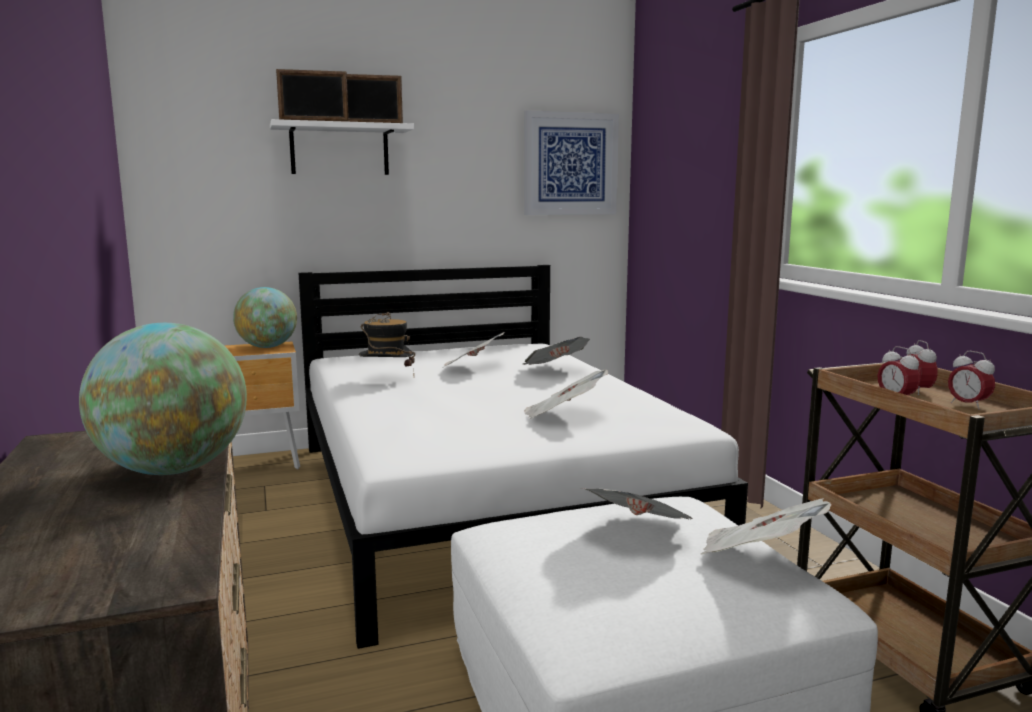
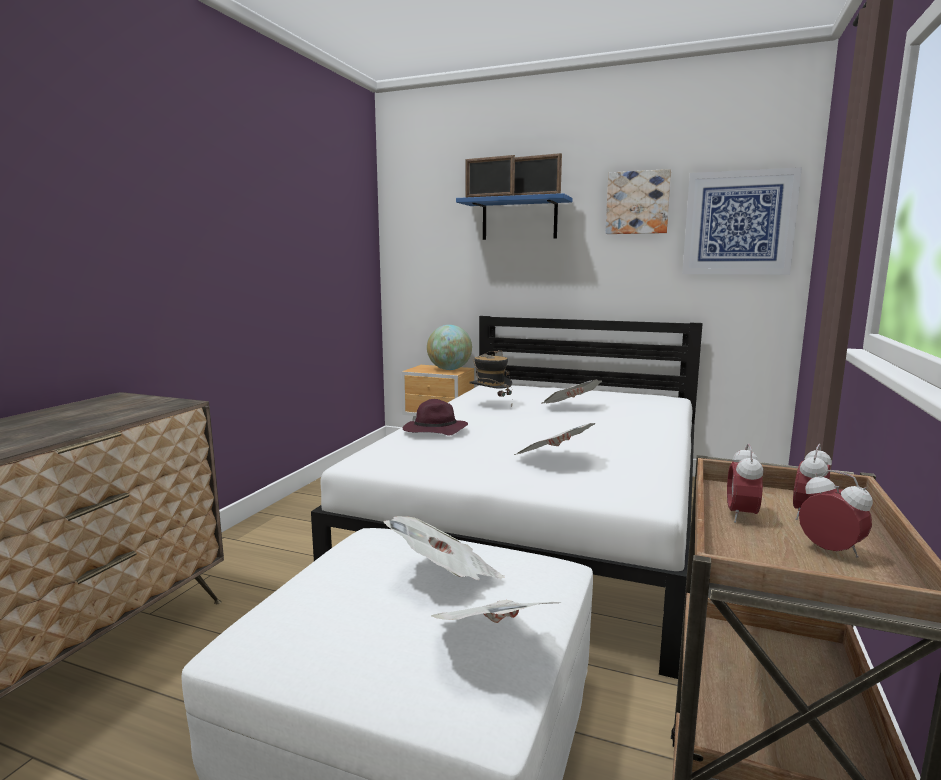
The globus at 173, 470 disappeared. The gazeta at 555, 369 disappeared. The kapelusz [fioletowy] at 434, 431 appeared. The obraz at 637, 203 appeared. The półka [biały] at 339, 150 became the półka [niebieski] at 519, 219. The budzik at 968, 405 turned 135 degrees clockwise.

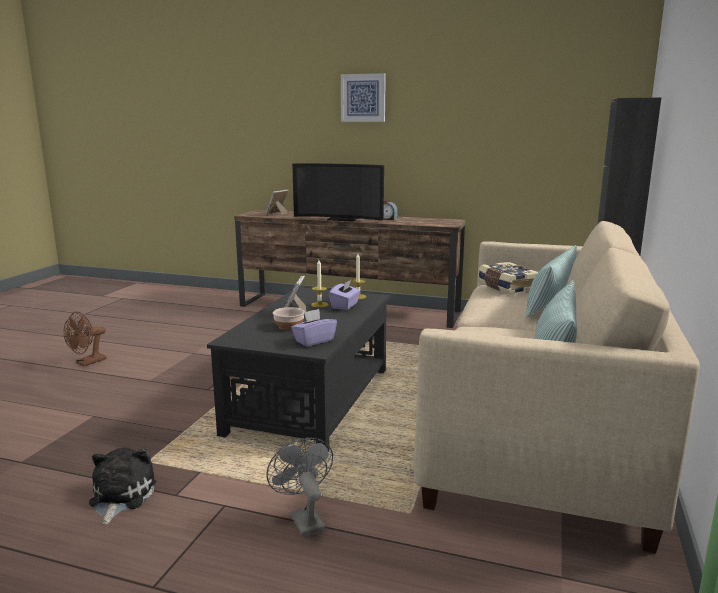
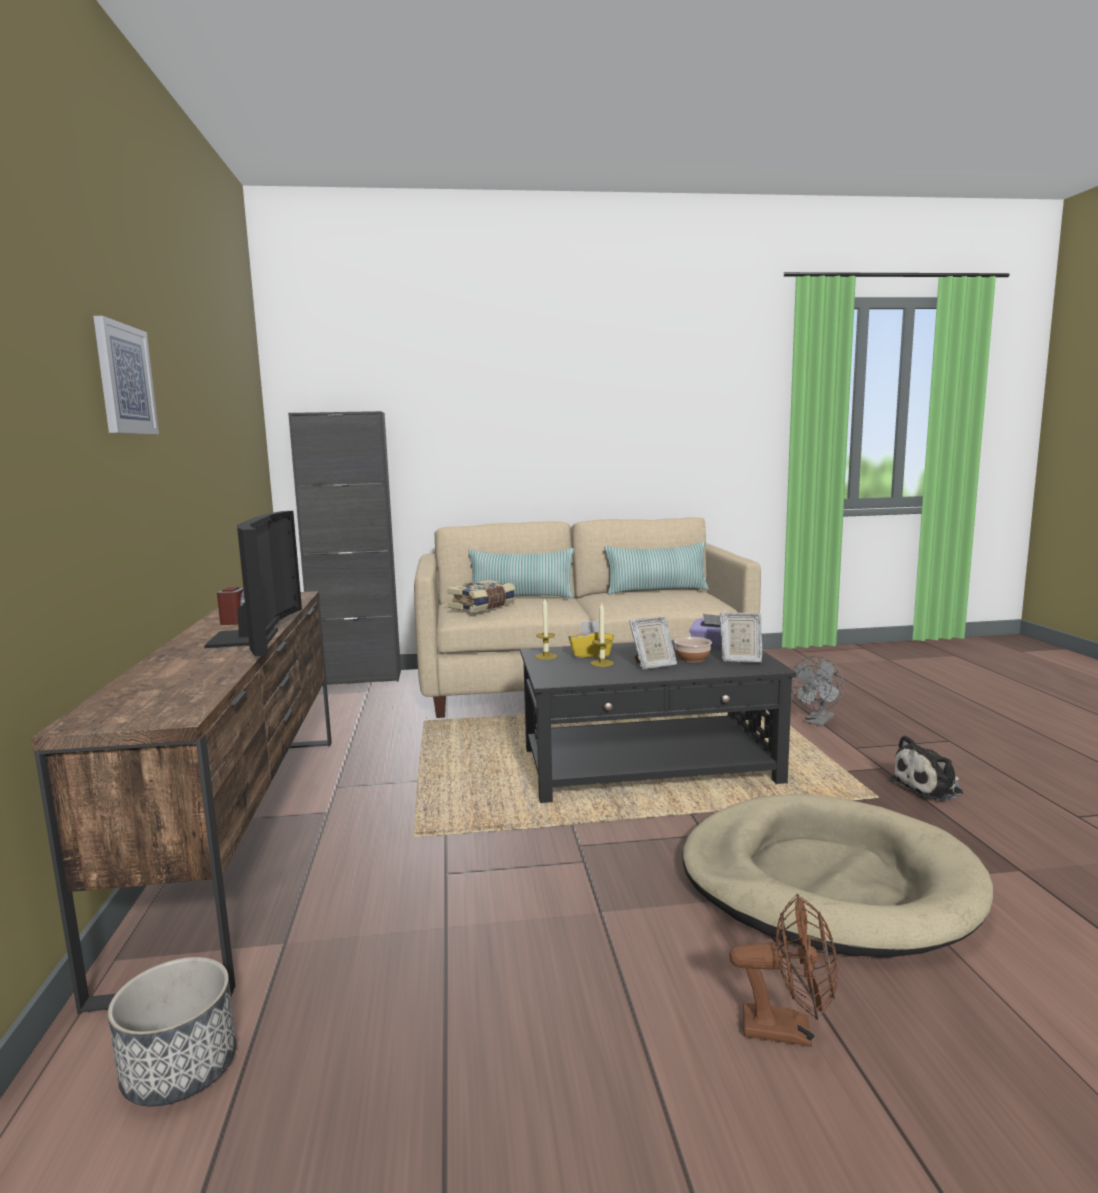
The donica at 181, 1068 appeared. The legowisko [beżowy] at 827, 882 appeared. The ramka na zdjęcie moved from 277, 214 to 740, 660. The pudełko chusteczek [fioletowy] at 345, 306 became the pudełko chusteczek [żółty] at 590, 654.

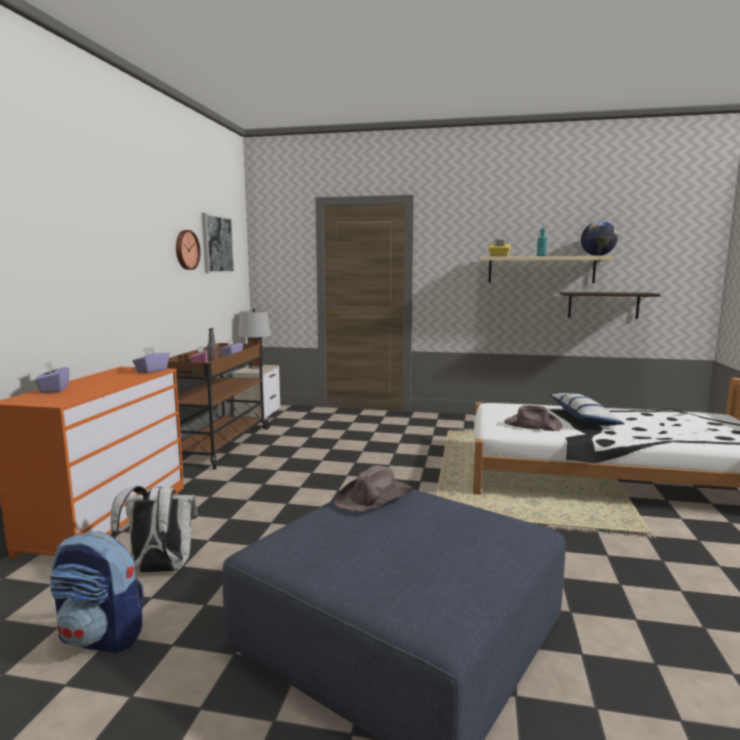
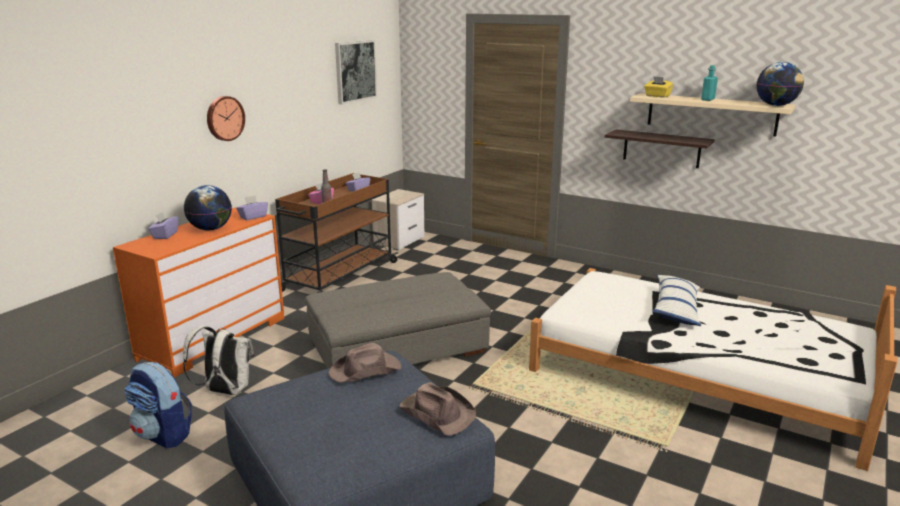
The lampa stołowa [szary] at 255, 367 disappeared. The globus at 211, 229 appeared. The pufa [szary] at 397, 347 appeared. The zegar ścienny moved from 186, 250 to 224, 118. The kapelusz [brązowy] moved from 532, 425 to 437, 412. The półka moved from 603, 305 to 661, 148.

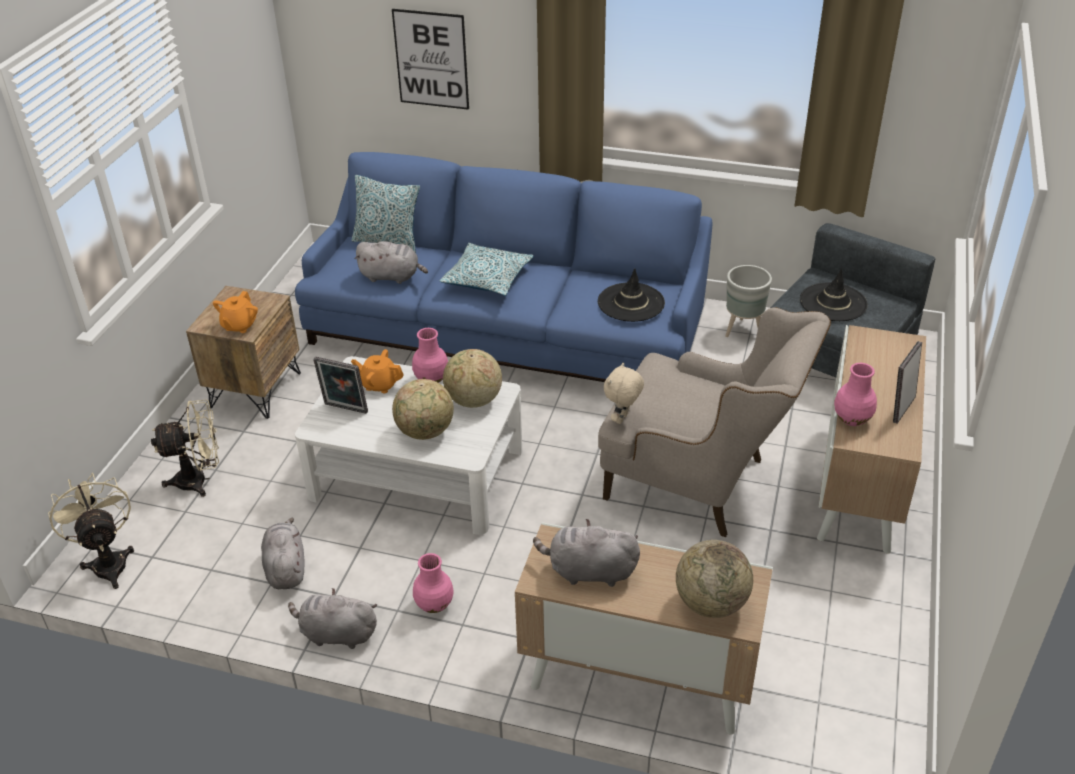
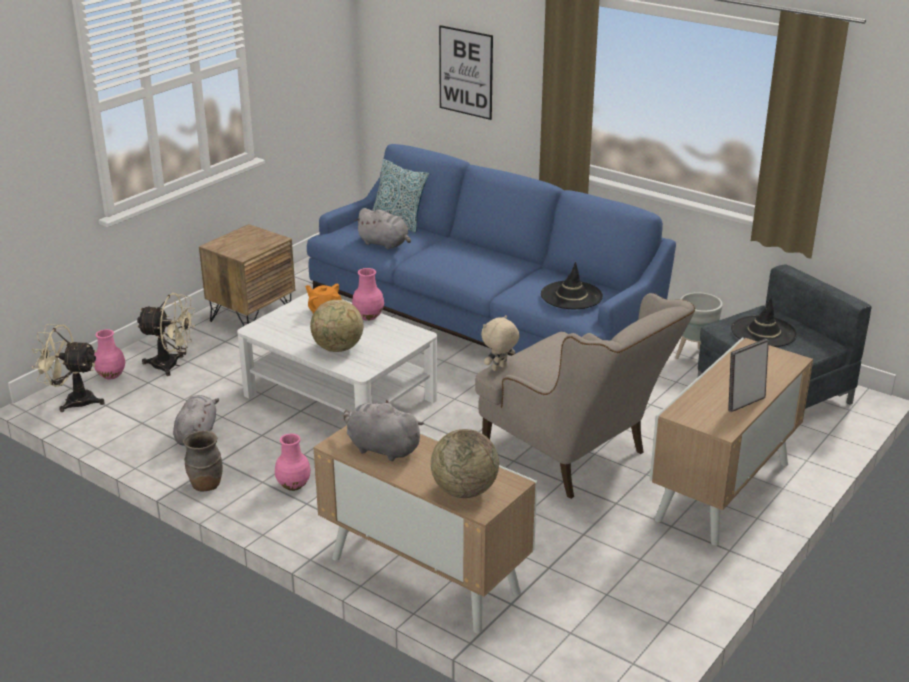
The imbryk [pomarańczowy] at 239, 325 disappeared. The ramka na zdjęcie at 344, 409 disappeared. The poduszka at 487, 278 disappeared. The globus at 473, 401 disappeared. The wazon [różowy] moved from 852, 419 to 111, 375. The pluszak [szary] at 336, 634 was replaced by the wazon [brązowy] at 205, 485. The wentylator [beżowy] at 108, 561 turned 75 degrees counterclockwise.

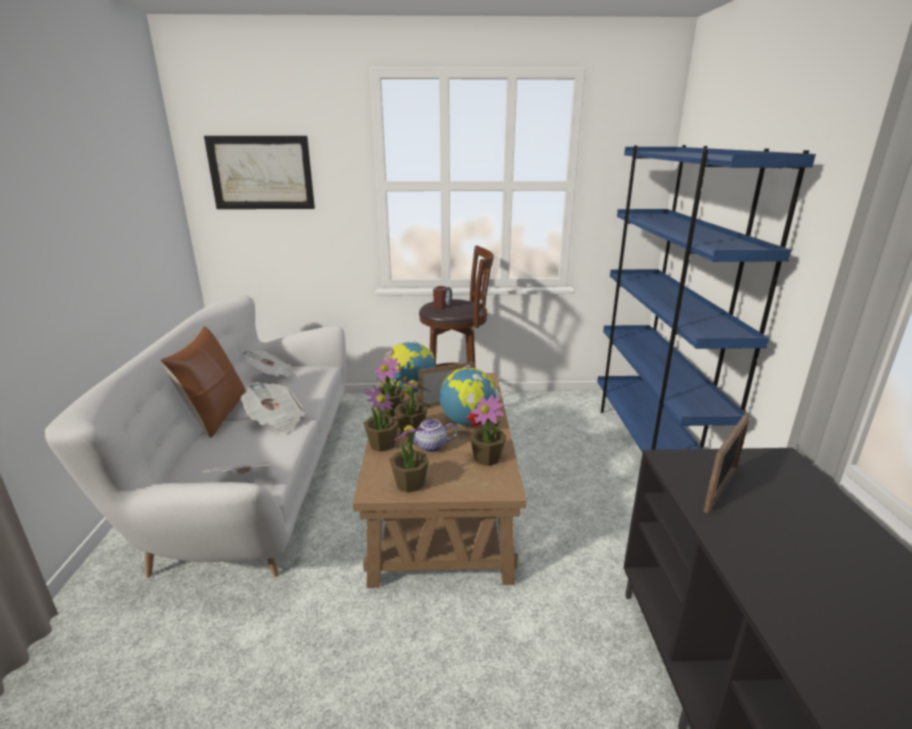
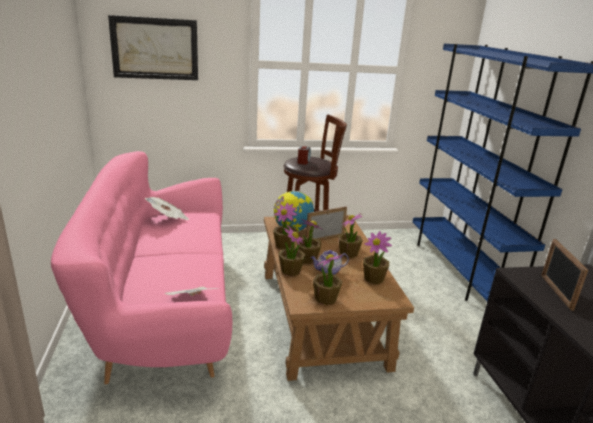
The poduszka [brązowy] at 216, 415 disappeared. The gazeta at 275, 420 disappeared. The globus at 468, 423 was replaced by the roślina doniczkowa at 348, 254. The kanapa [biały] at 253, 482 became the kanapa [różowy] at 163, 306. The ramka na zdjęcie at 720, 489 turned 150 degrees clockwise.

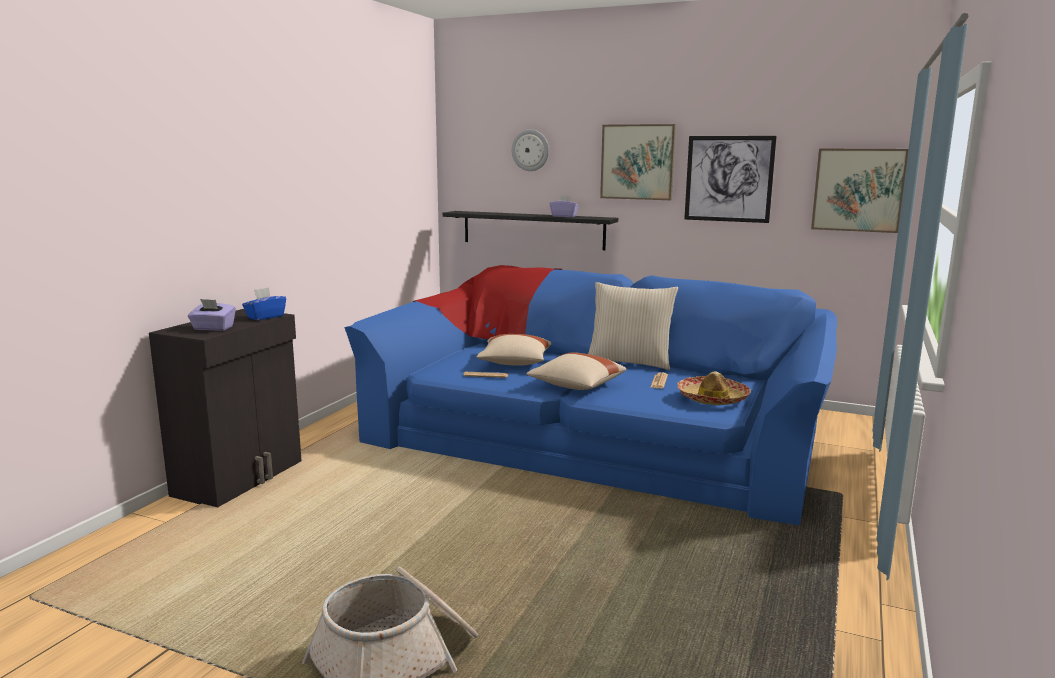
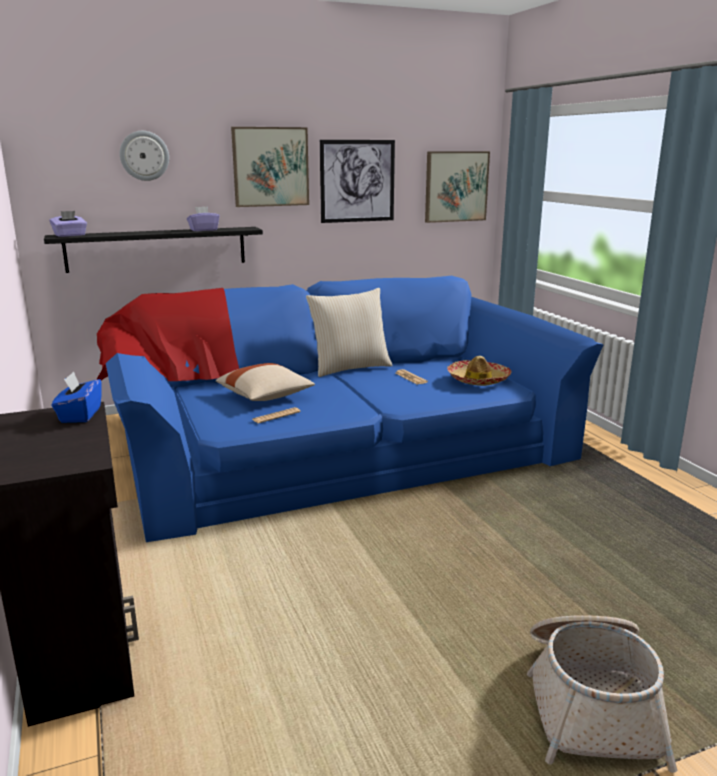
The poduszka [beżowy] at 576, 386 disappeared. The pudełko chusteczek [fioletowy] moved from 213, 328 to 70, 235.

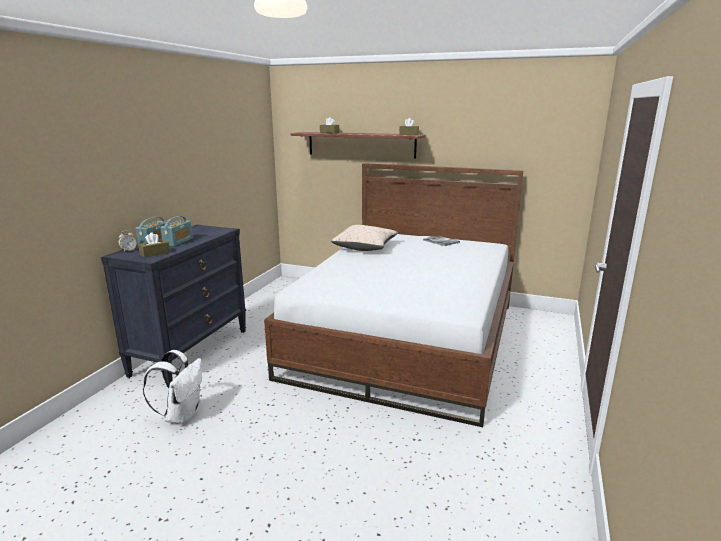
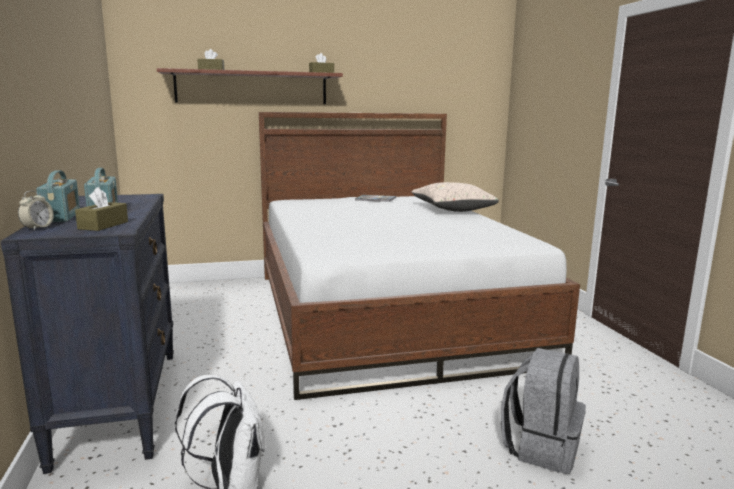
The plecak [szary] at 541, 447 appeared. The poduszka [beżowy] moved from 365, 247 to 452, 209.

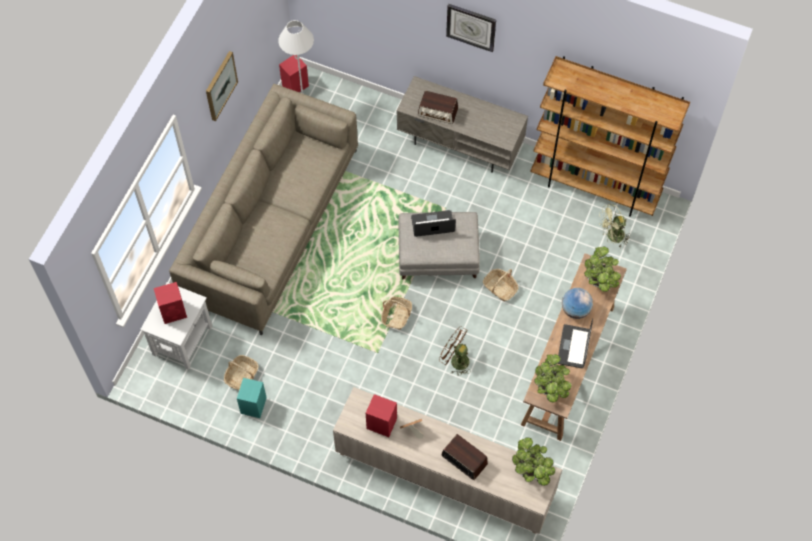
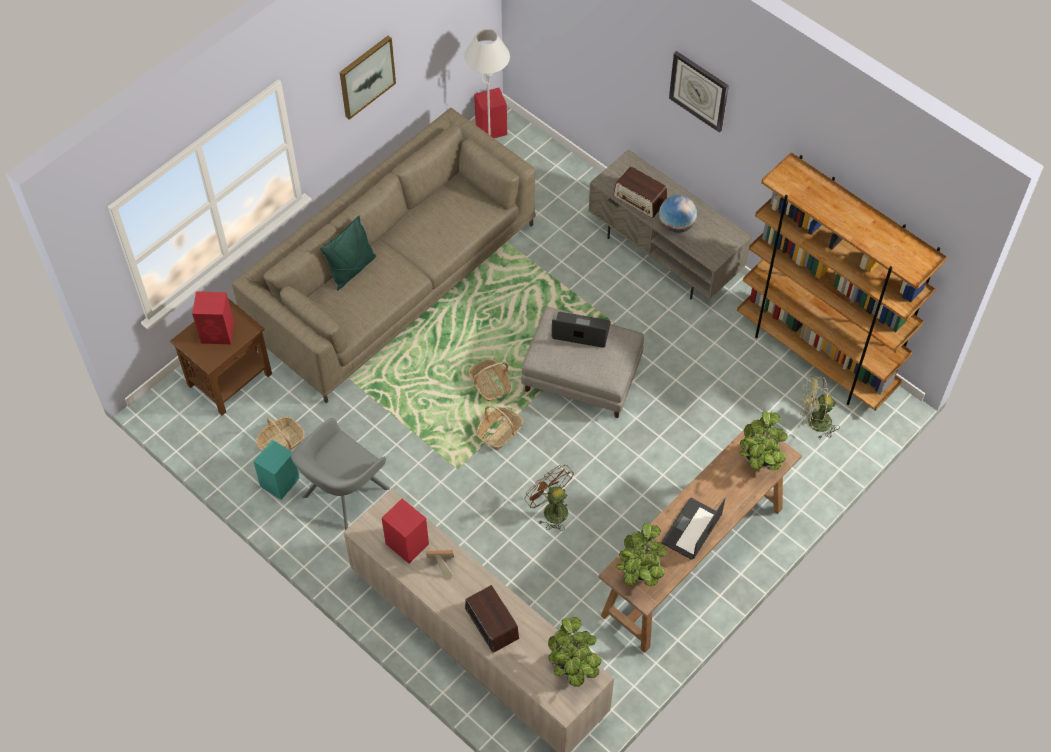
The fotel [szary] at 343, 495 appeared. The poduszka [zielony] at 352, 269 appeared. The koszyk moved from 500, 288 to 490, 385. The globus moved from 575, 309 to 676, 225. The stolik [biały] at 183, 340 became the stolik [brązowy] at 230, 379.

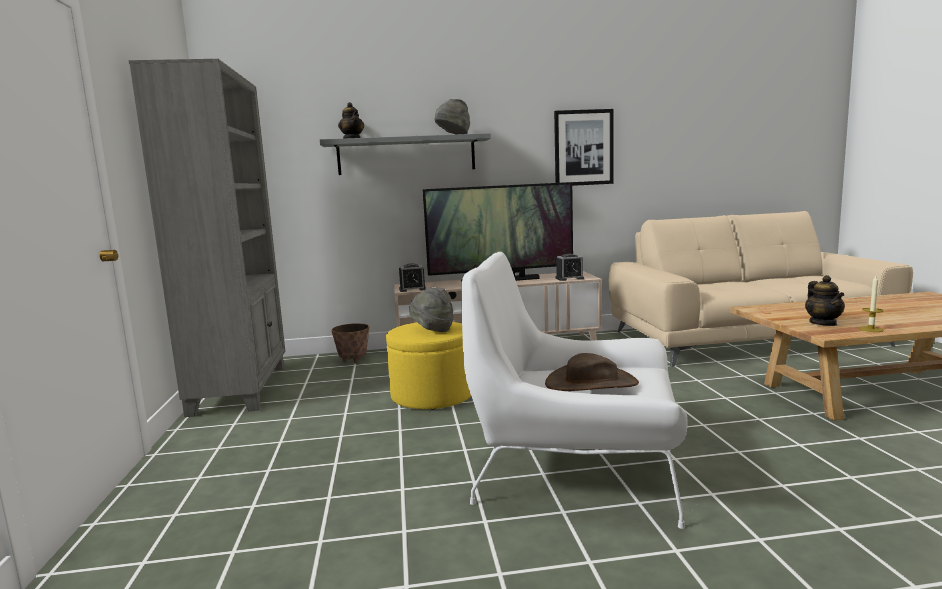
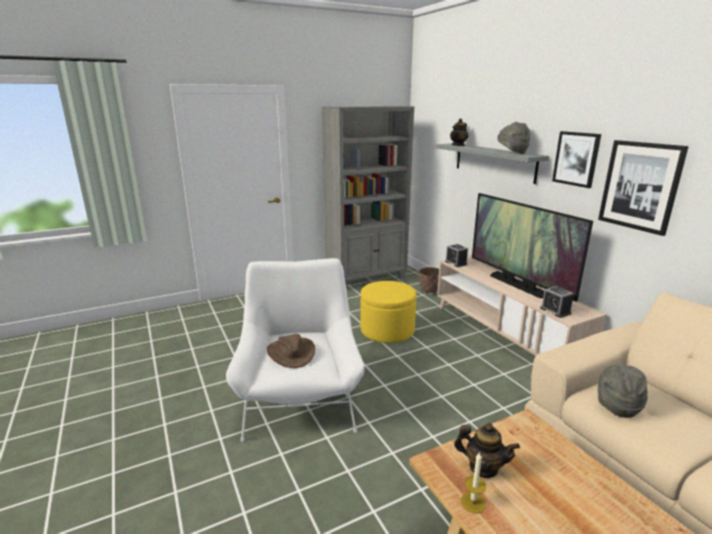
The obraz at 576, 159 appeared. The kapelusz [szary] moved from 432, 330 to 617, 406. The imbryk at 823, 323 turned 135 degrees counterclockwise.

